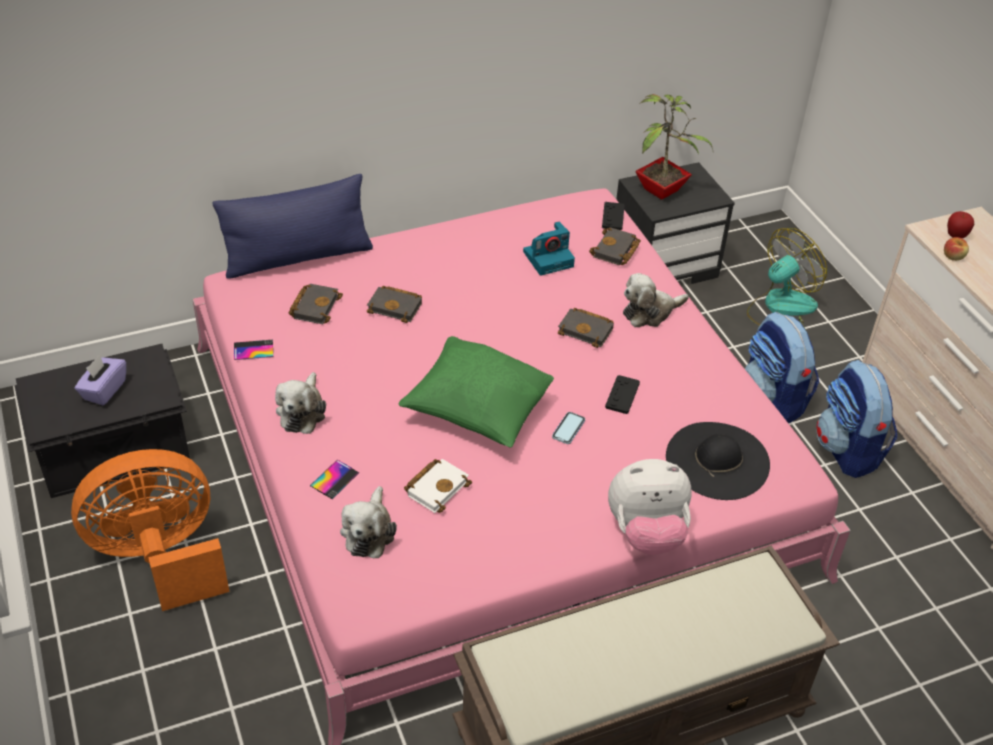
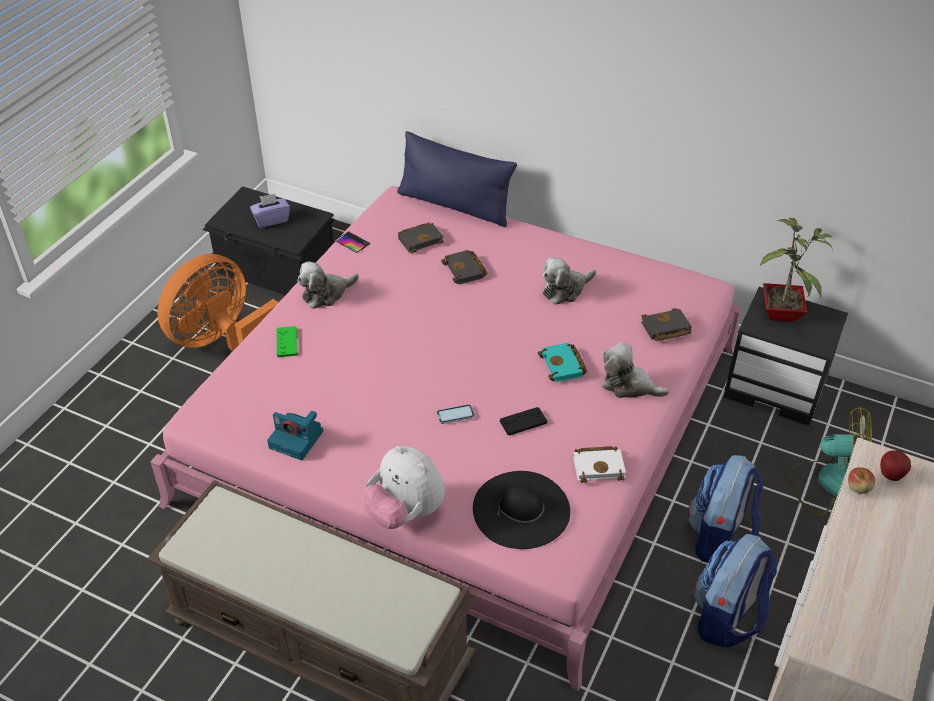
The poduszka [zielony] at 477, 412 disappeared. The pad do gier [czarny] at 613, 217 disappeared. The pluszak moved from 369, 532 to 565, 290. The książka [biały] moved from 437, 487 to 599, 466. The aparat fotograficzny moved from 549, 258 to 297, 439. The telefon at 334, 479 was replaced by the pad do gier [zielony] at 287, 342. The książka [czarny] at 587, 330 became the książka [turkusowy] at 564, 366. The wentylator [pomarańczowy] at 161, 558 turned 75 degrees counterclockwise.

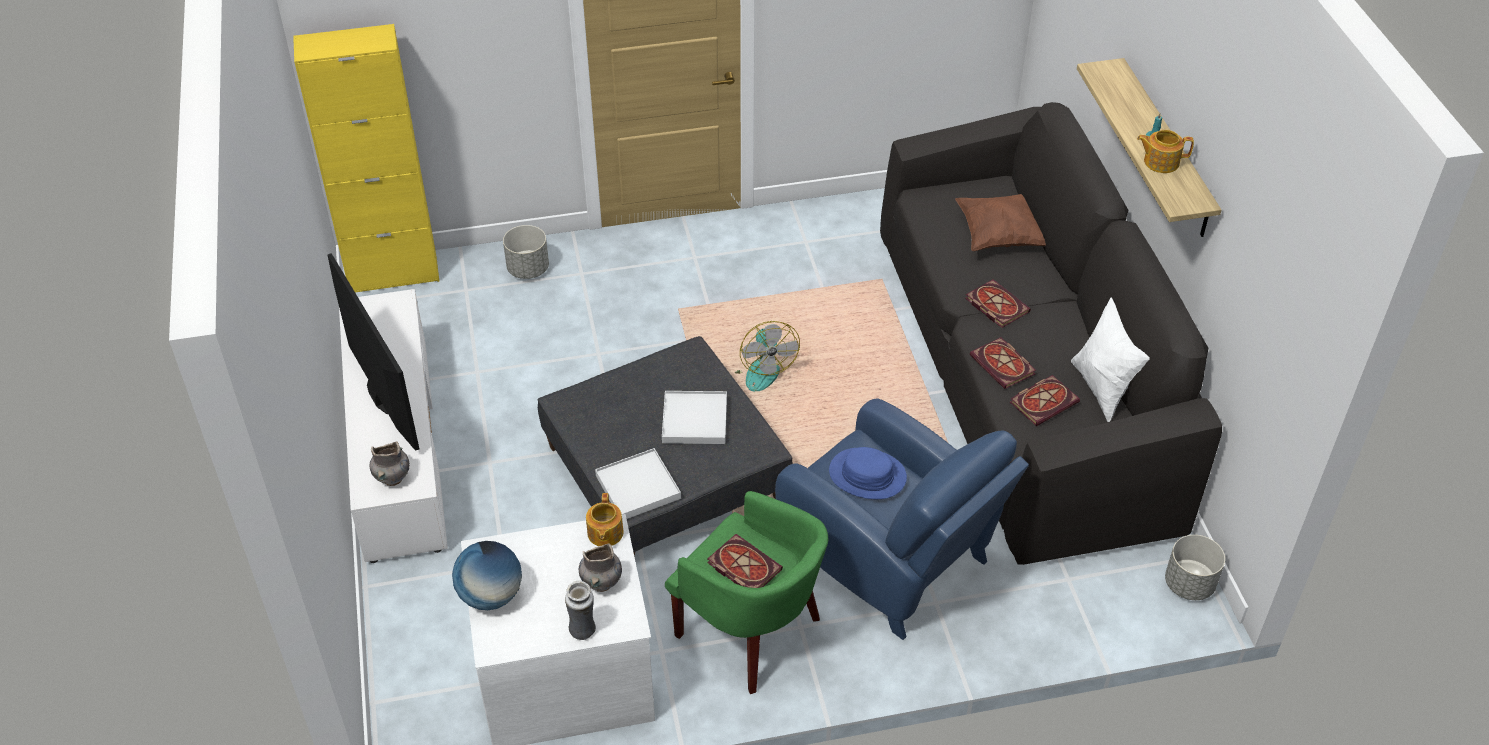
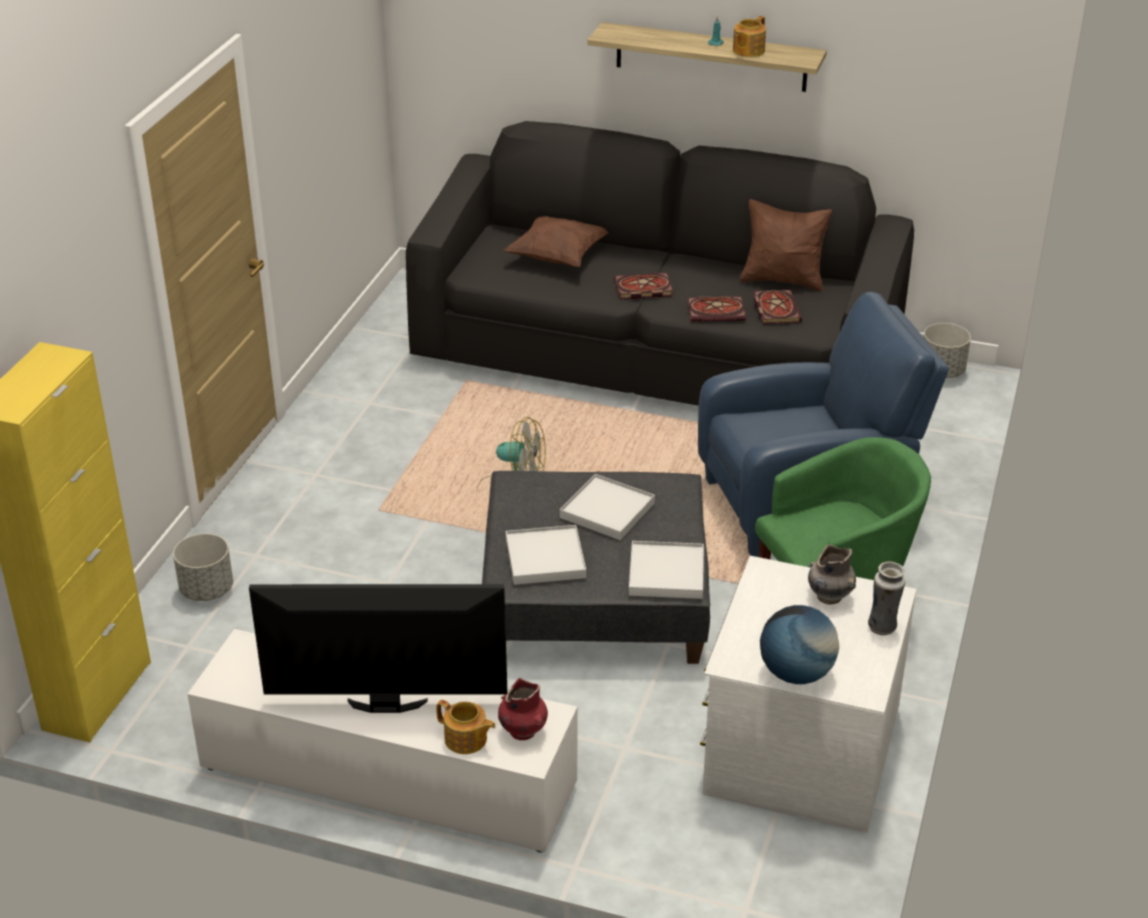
The książka at 742, 566 disappeared. The kapelusz [niebieski] at 867, 475 disappeared. The taca [biały] at 545, 558 appeared. The imbryk moved from 604, 533 to 466, 740. The wazon [szary] at 392, 478 became the wazon [czerwony] at 522, 731. The poduszka [biały] at 1103, 389 became the poduszka [brązowy] at 783, 280.

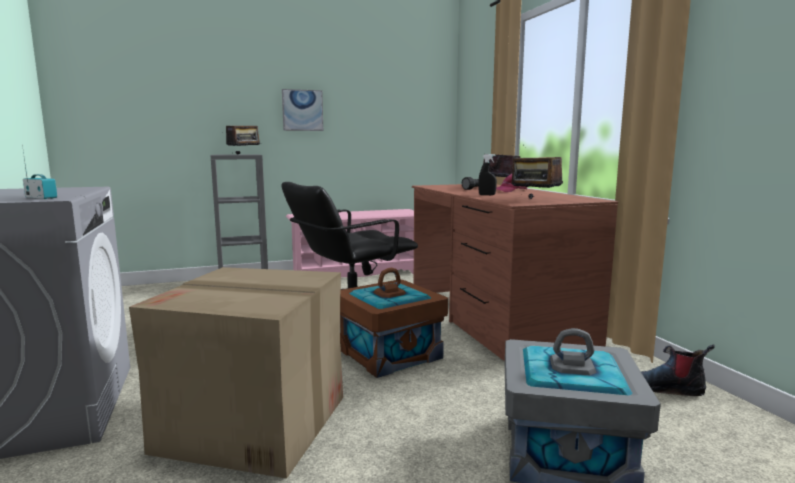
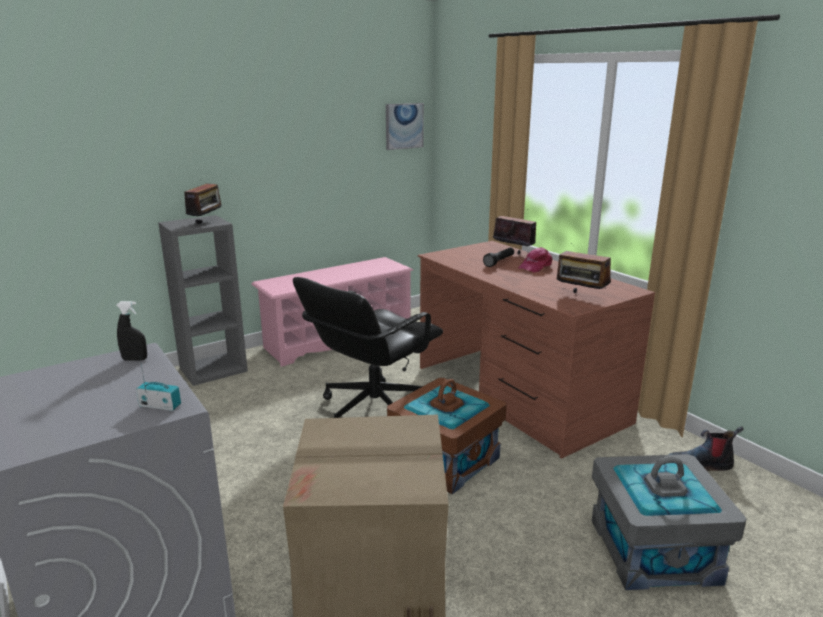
The obraz moved from 302, 110 to 404, 126. The spryskiwacz [czarny] moved from 487, 195 to 135, 359.

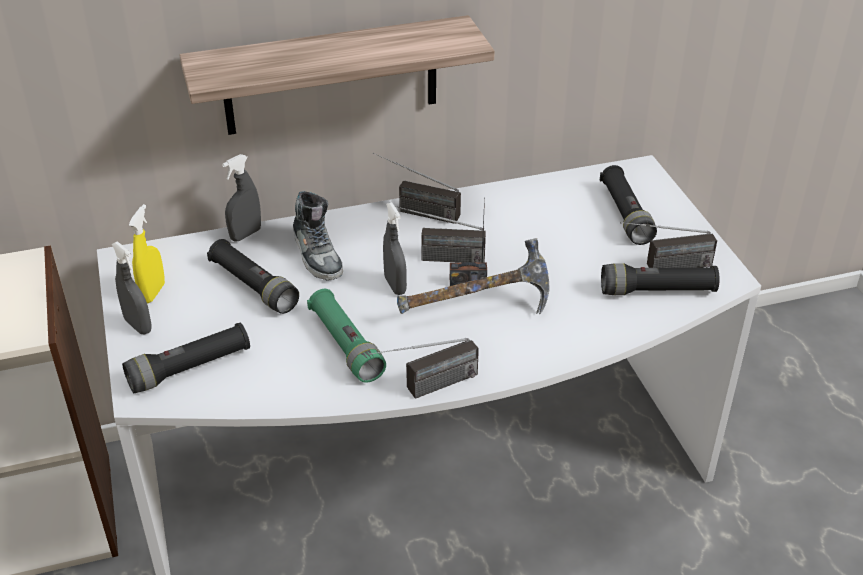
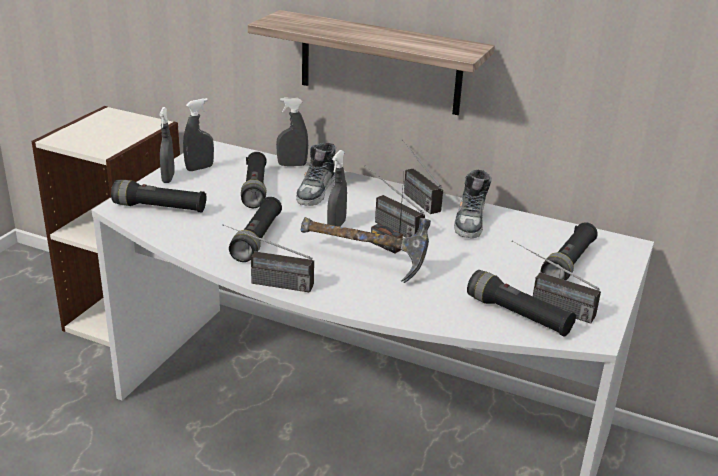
The but at 470, 221 appeared. The spryskiwacz [żółty] at 153, 293 became the spryskiwacz [szary] at 199, 168. The latarka [zielony] at 346, 345 became the latarka [czarny] at 257, 239.

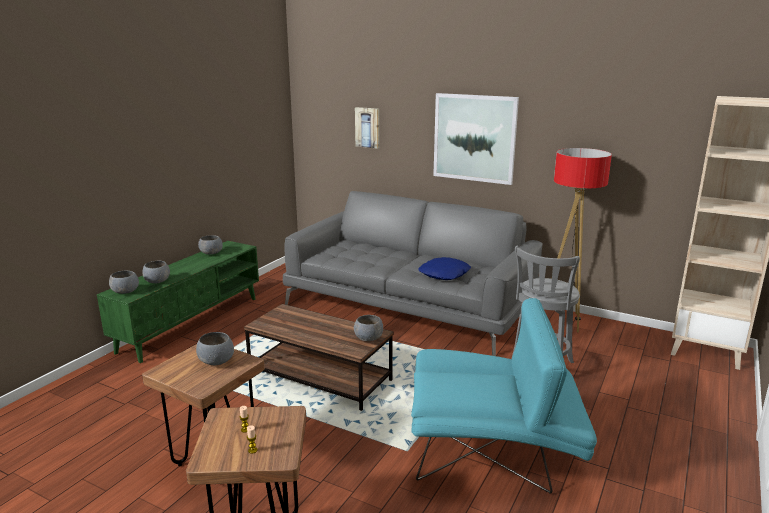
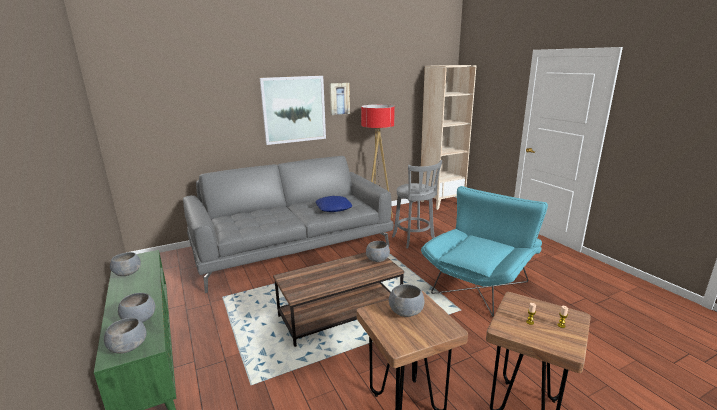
The obraz moved from 368, 127 to 339, 98.

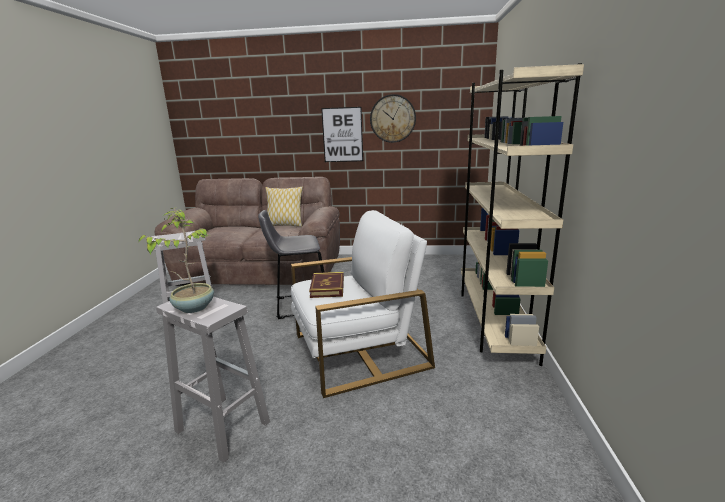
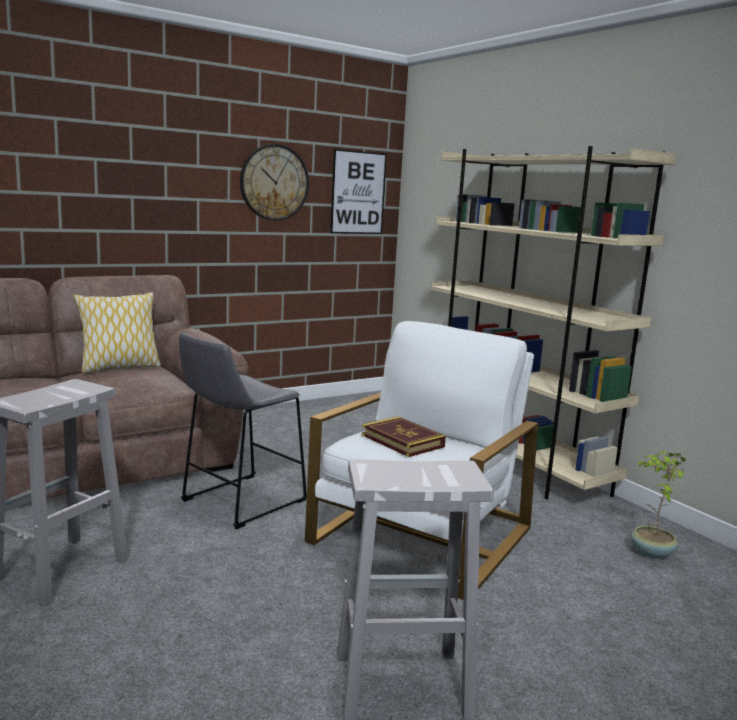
The roślina doniczkowa moved from 193, 307 to 650, 553. The obraz moved from 342, 135 to 358, 193.

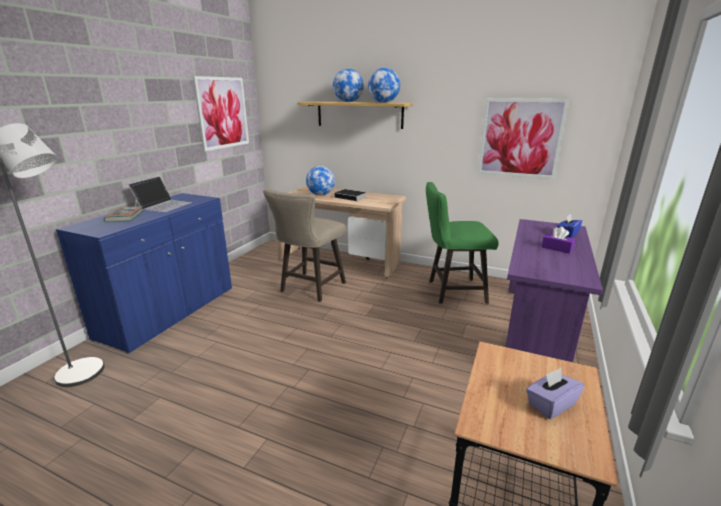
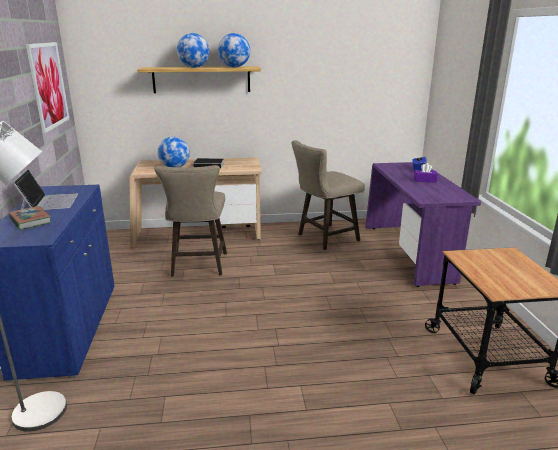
The obraz at 520, 138 disappeared. The pudełko chusteczek [fioletowy] at 550, 404 disappeared. The stołek [zielony] at 452, 291 became the stołek [beżowy] at 324, 238.

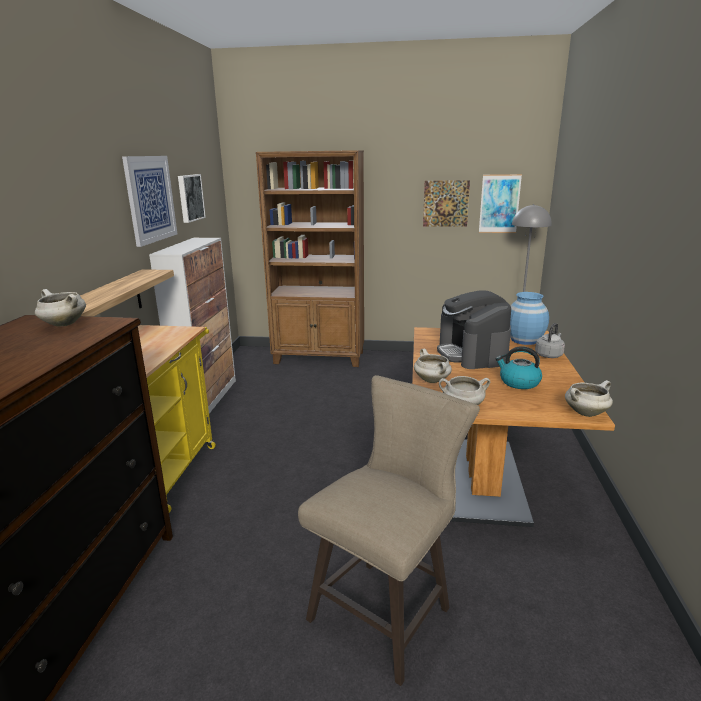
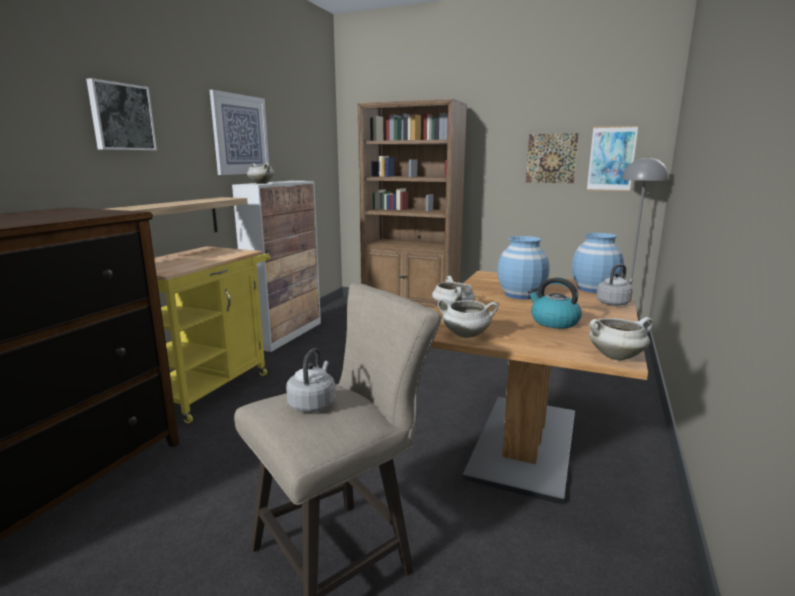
The czajnik [szary] at 313, 404 appeared. The garnek [biały] moved from 63, 324 to 261, 183. The obraz moved from 190, 197 to 121, 117. The ekspres do kawy at 472, 354 was replaced by the wazon [niebieski] at 520, 295.

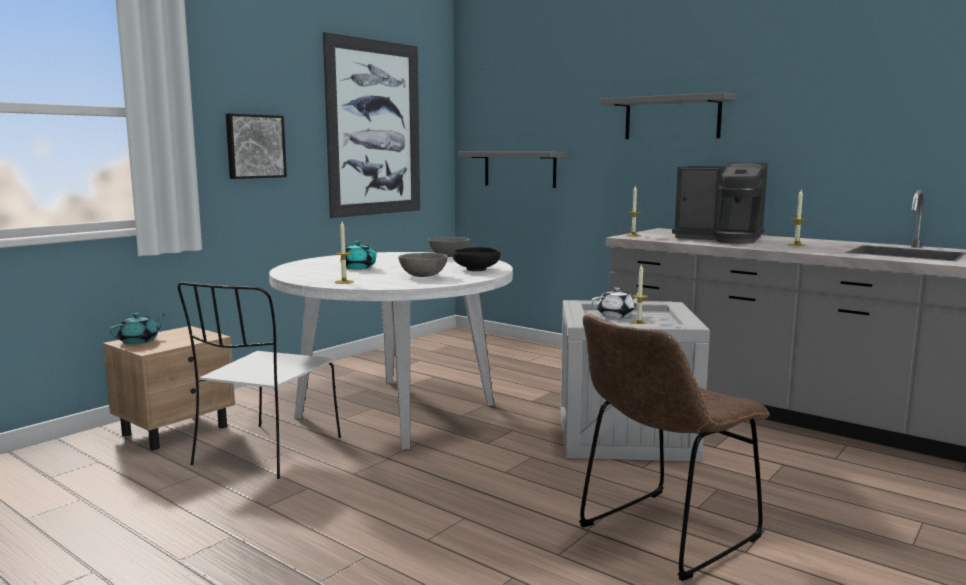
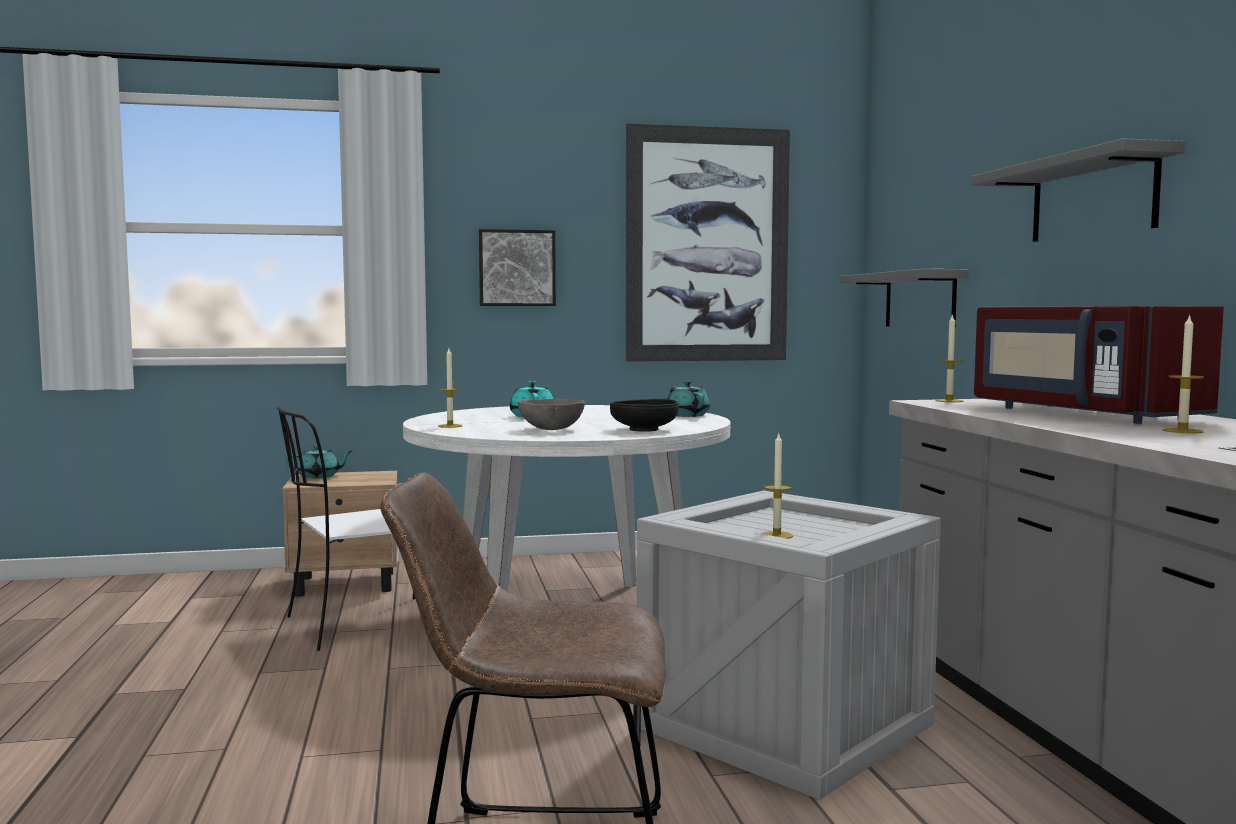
The imbryk [biały] at 616, 315 disappeared. The miska [szary] at 448, 256 was replaced by the imbryk [turkusowy] at 686, 415. The ekspres do kawy at 720, 238 was replaced by the mikrofalówka [czerwony] at 1080, 414.

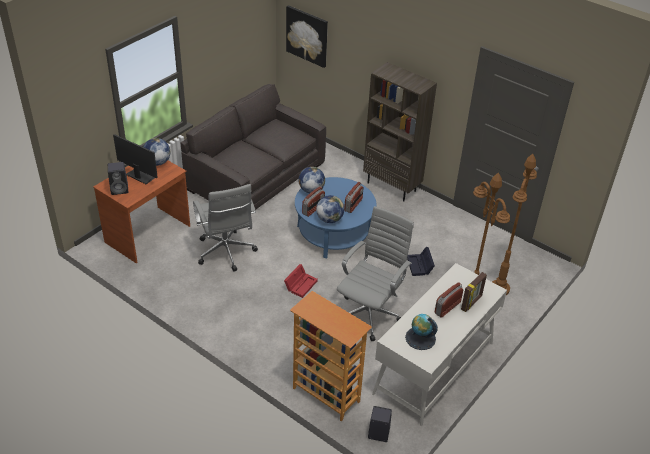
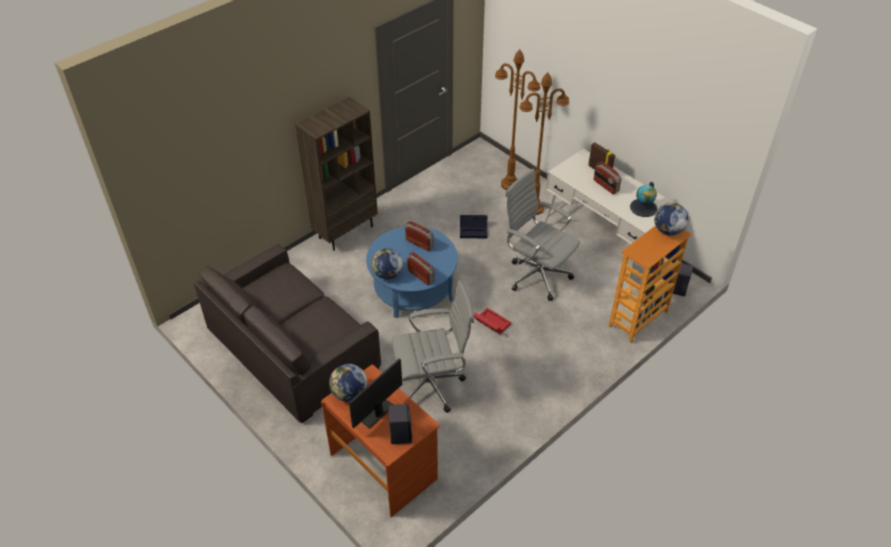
The obraz at 307, 36 disappeared. The globus moved from 329, 219 to 667, 231.

